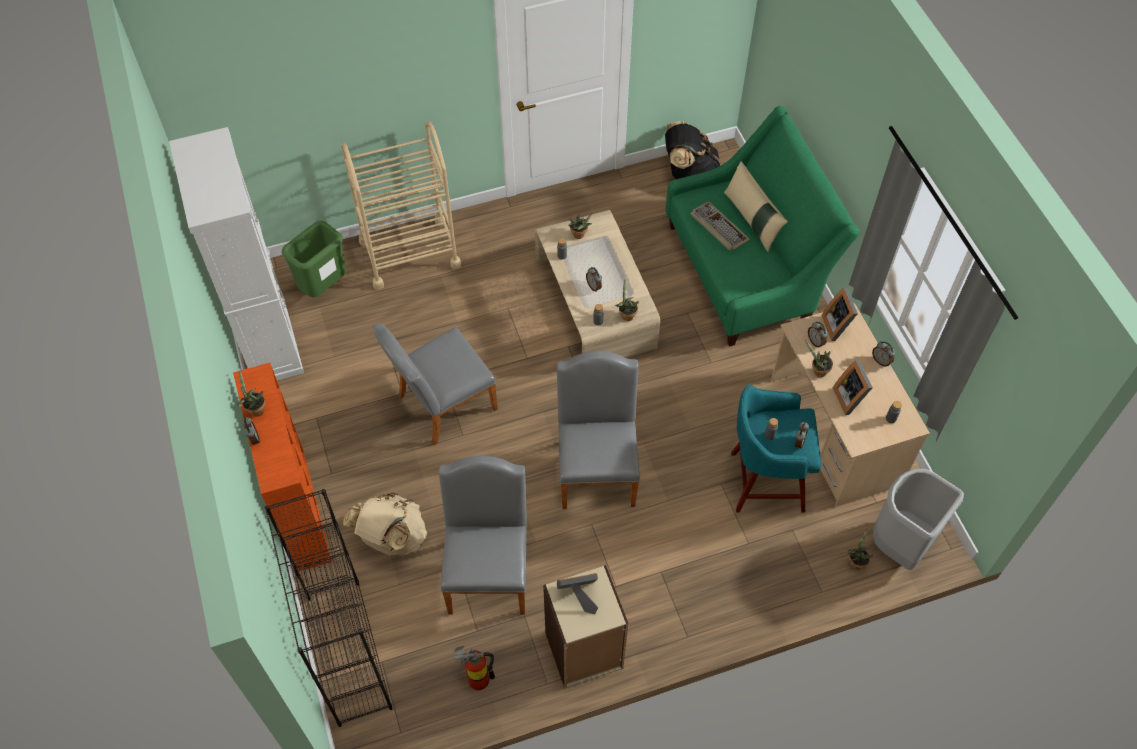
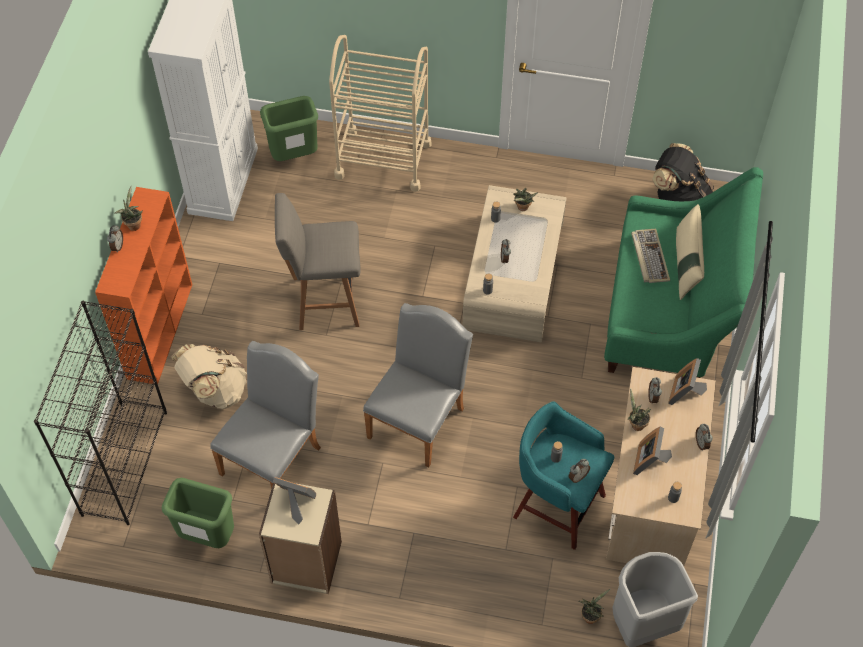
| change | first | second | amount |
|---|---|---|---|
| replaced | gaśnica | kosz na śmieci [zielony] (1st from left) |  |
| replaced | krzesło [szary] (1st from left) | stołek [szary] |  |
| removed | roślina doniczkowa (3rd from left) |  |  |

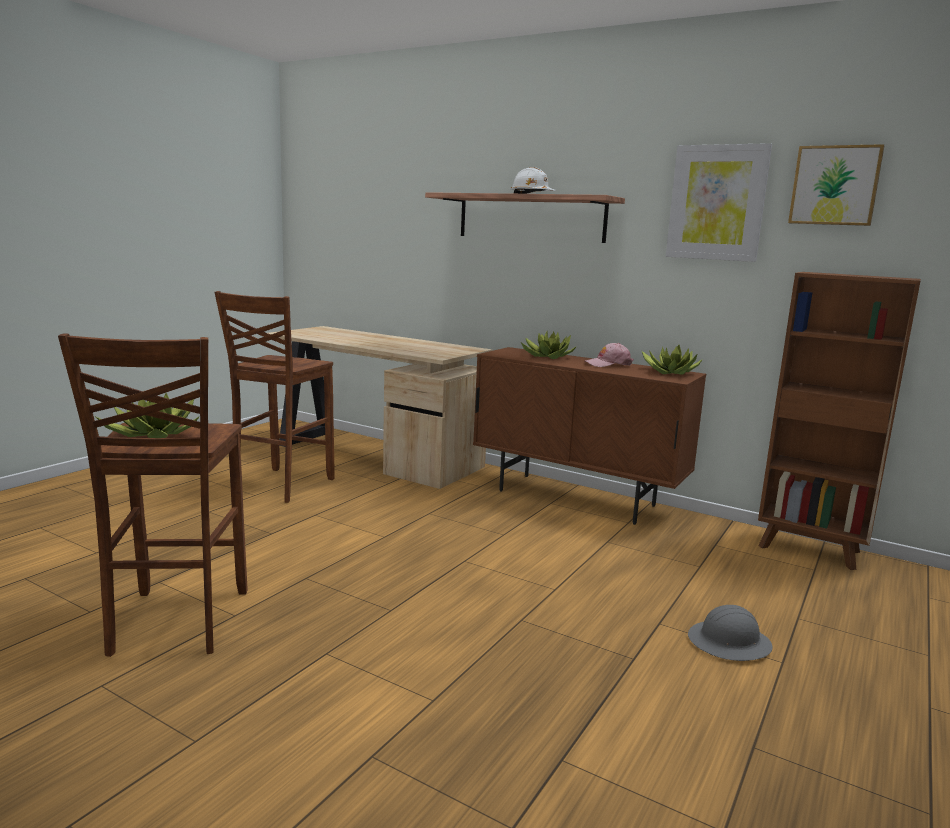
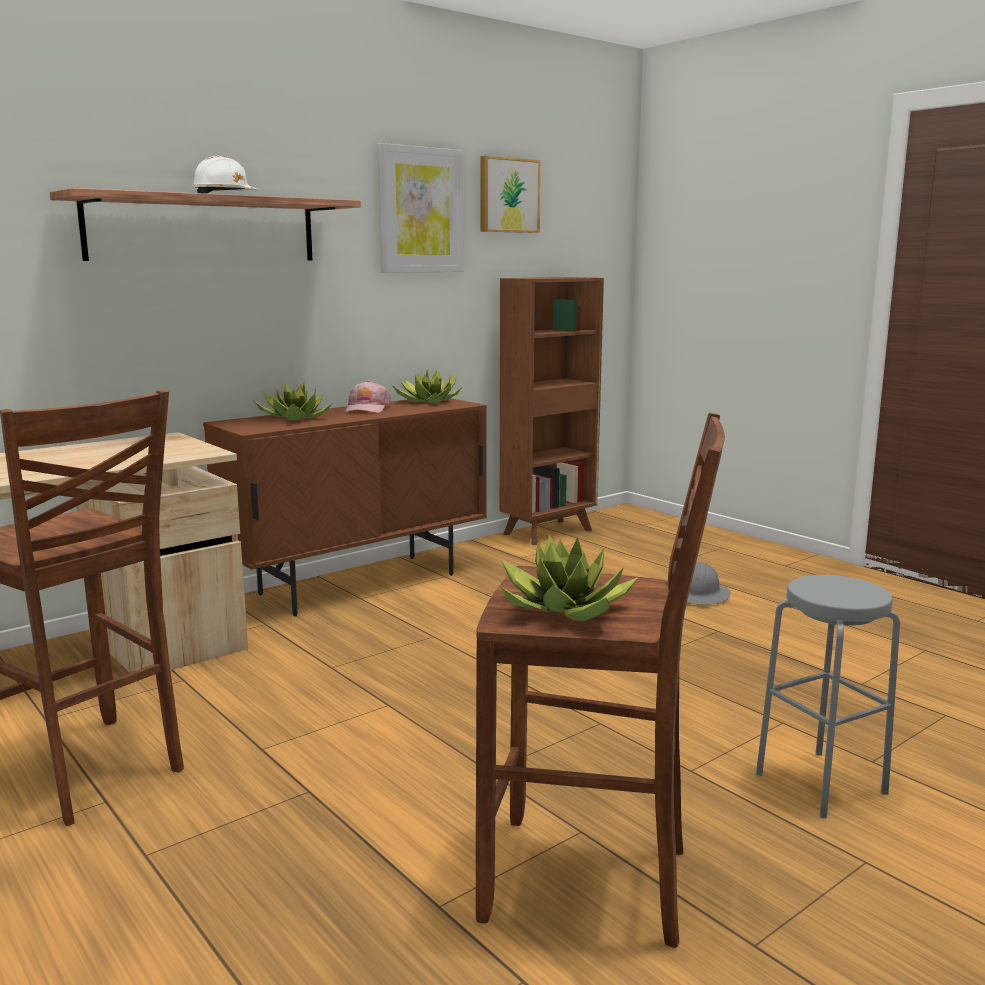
| change | first | second | amount |
|---|---|---|---|
| added |  | stołek [szary] |  |

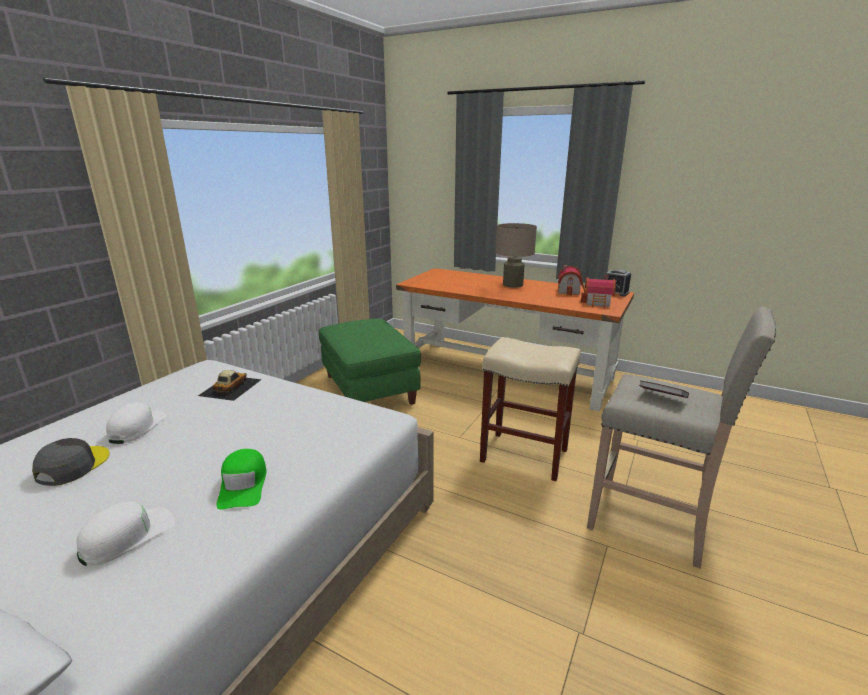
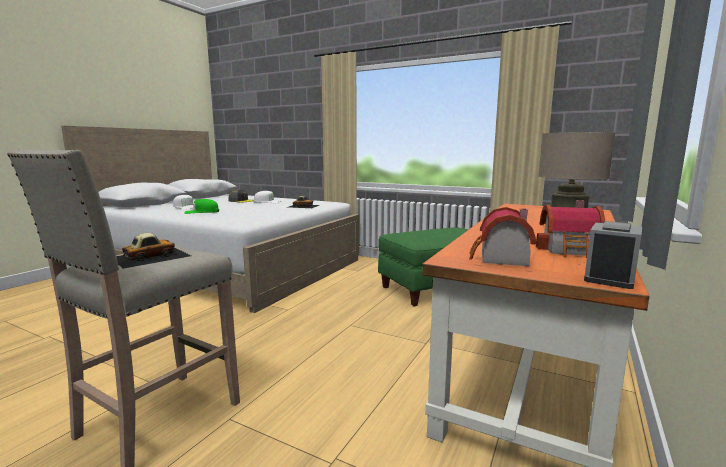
| change | first | second | amount |
|---|---|---|---|
| replaced | książka | samochodzik (1st from left) |  |
| removed | stołek [beżowy] (1st from left) |  |  |

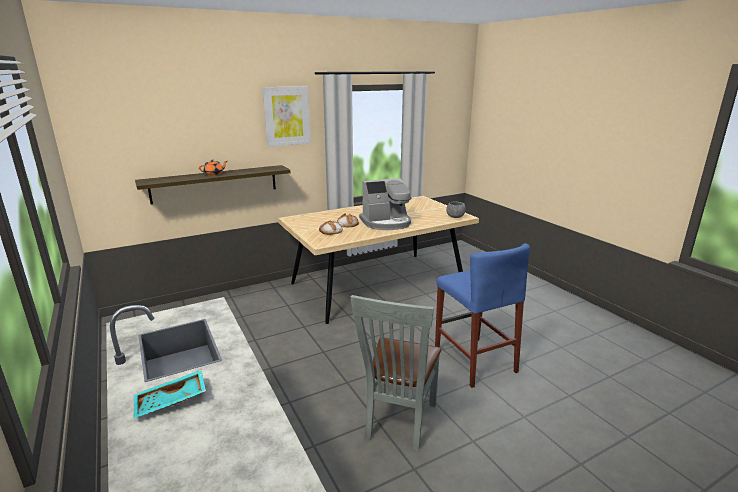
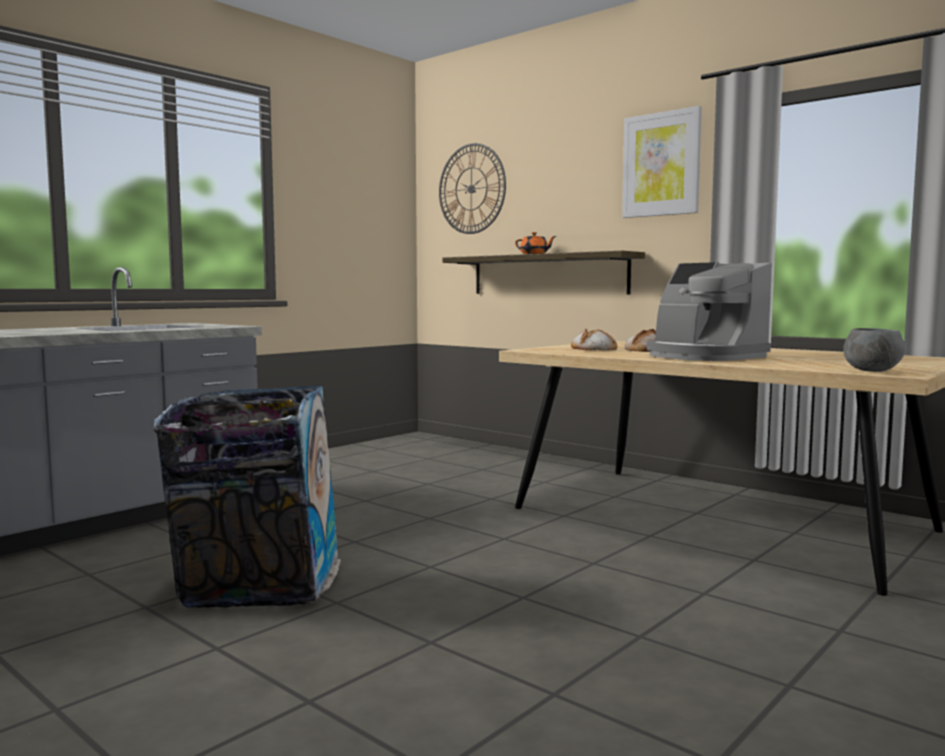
| change | first | second | amount |
|---|---|---|---|
| replaced | krzesło [szary] | kosz na śmieci |  |
| added |  | zegar ścienny |  |
| removed | taca [turkusowy] |  |  |
| removed | stołek [niebieski] |  |  |

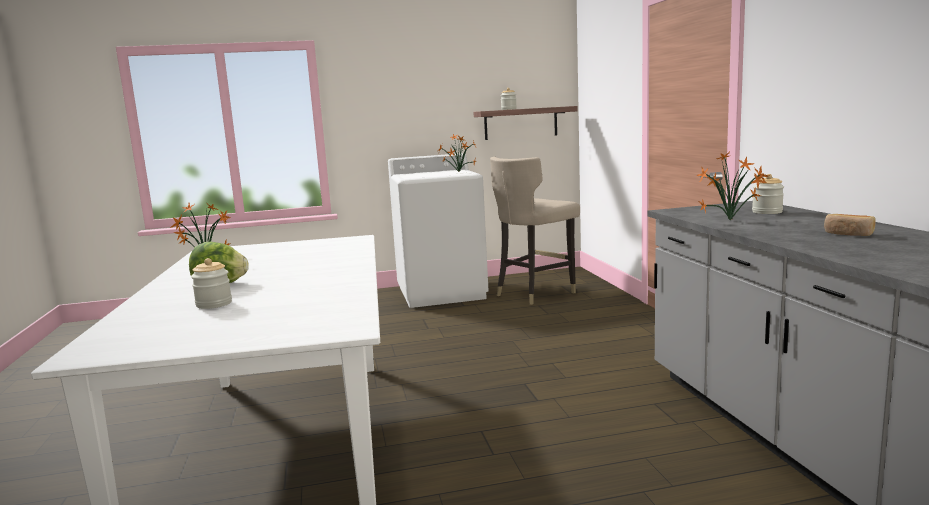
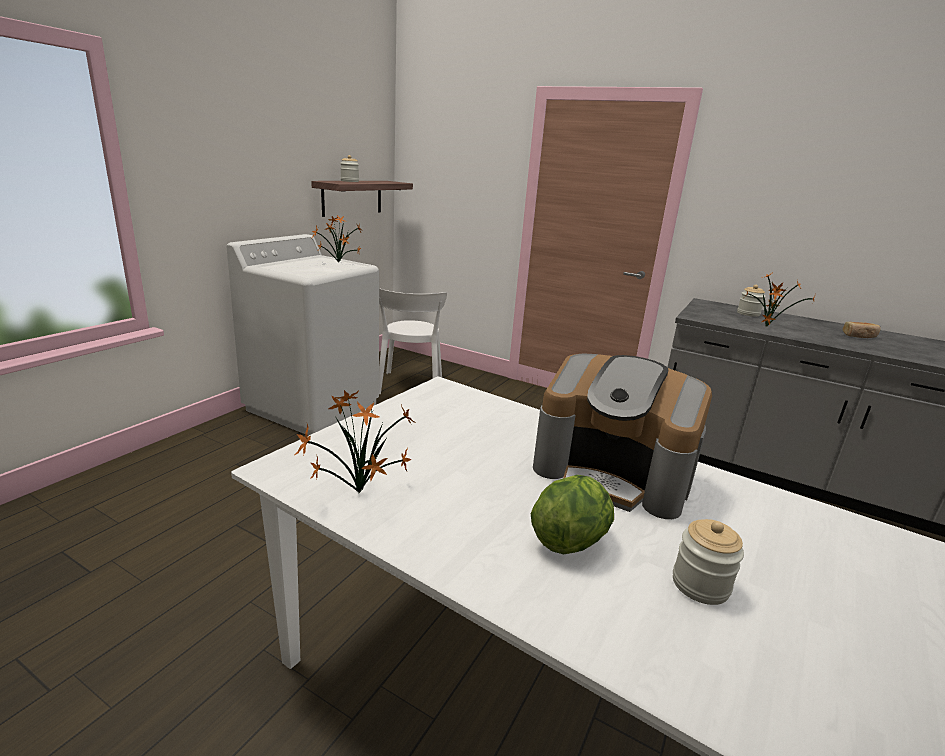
| change | first | second | amount |
|---|---|---|---|
| replaced | stołek [beżowy] | krzesło [biały] |  |
| added |  | ekspres do kawy |  |

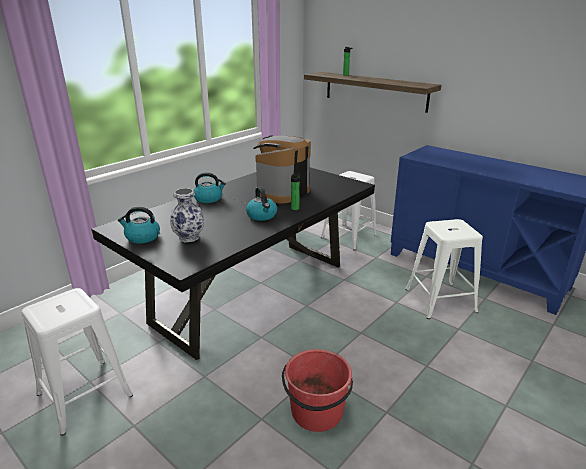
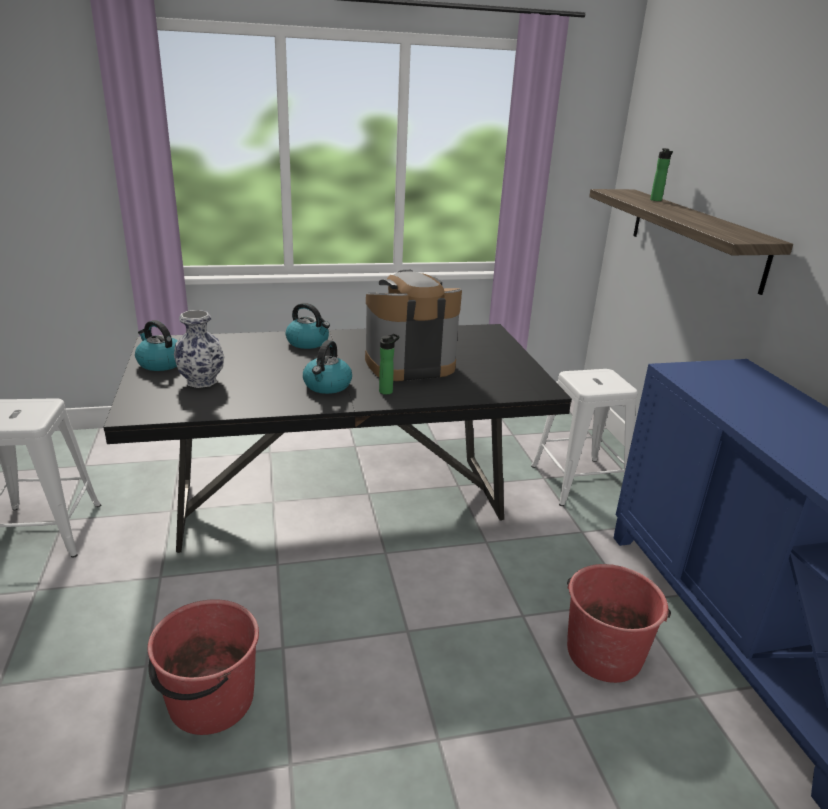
| change | first | second | amount |
|---|---|---|---|
| replaced | stołek [biały] (3rd from left) | wiadro [czerwony] (2nd from left) |  |

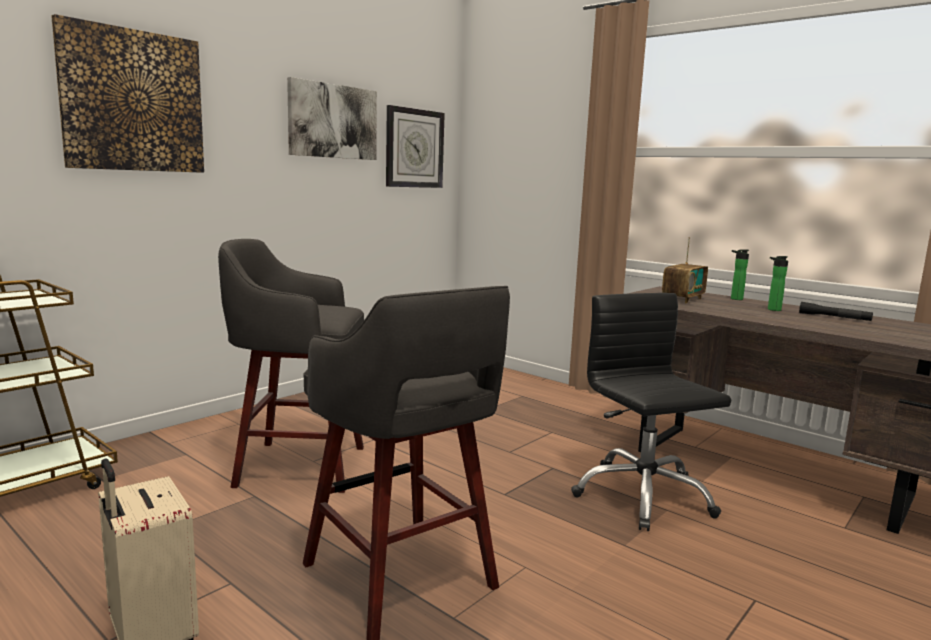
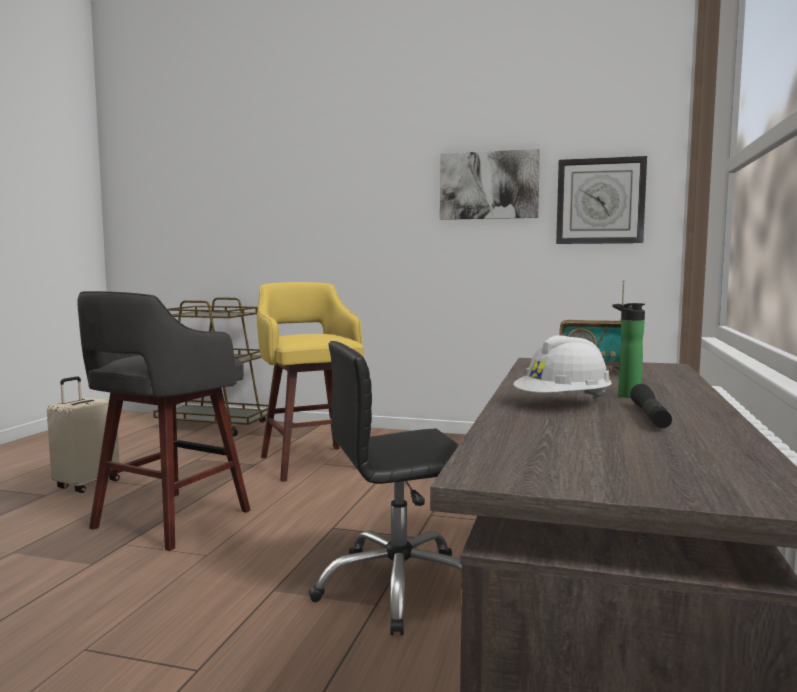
| change | first | second | amount |
|---|---|---|---|
| recoloured | stołek [szary] (1st from left) | stołek [żółty] |  |
| turned | krzesło biurowe [czarny] |  | 150 degrees counterclockwise |
| added |  | kask [biały] |  |
| removed | obraz (1st from left) |  |  |
| removed | butelka (1st from left) |  |  |

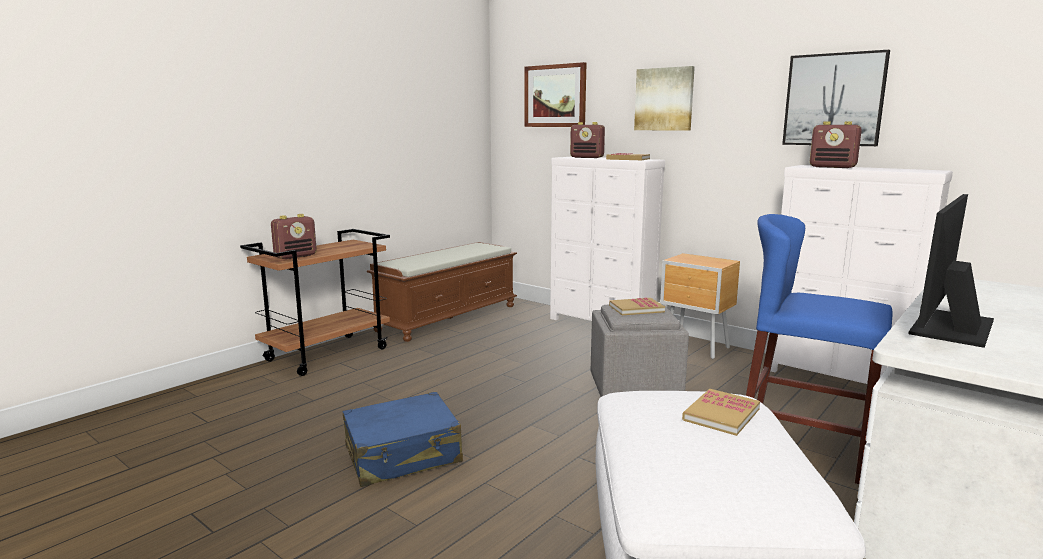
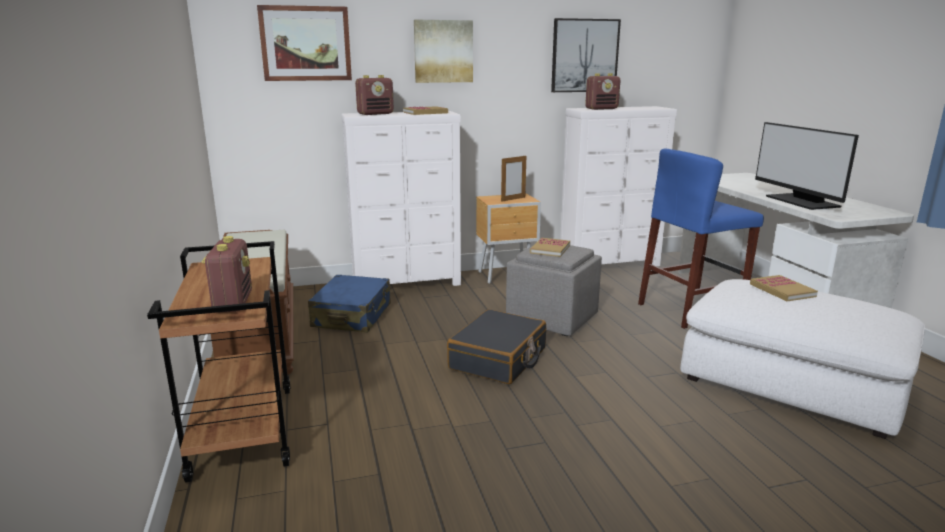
| change | first | second | amount |
|---|---|---|---|
| moved | walizka [niebieski] |  |  |
| added |  | walizka [czarny] |  |
| added |  | ramka na zdjęcie |  |

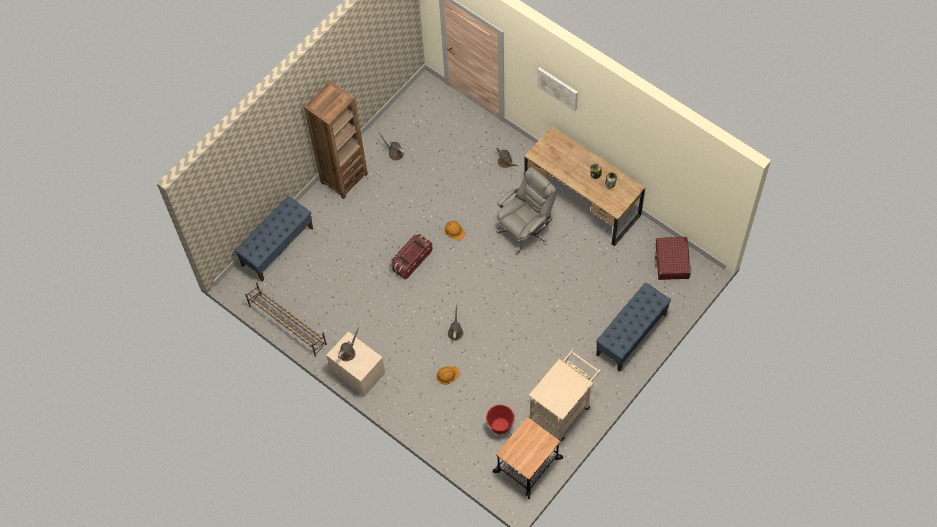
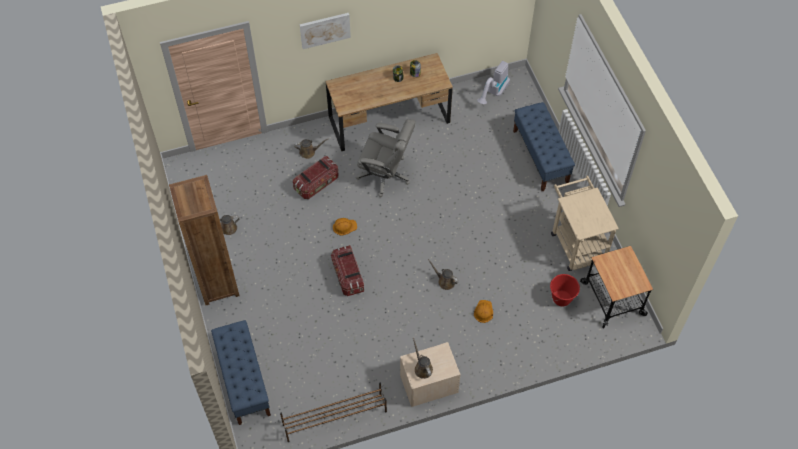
| change | first | second | amount |
|---|---|---|---|
| added |  | pojemnik do przechowywania (1st from left) |  |
| turned | krzesło biurowe [szary] |  | 120 degrees clockwise |
| replaced | walizka [czerwony] | odkurzacz |  |

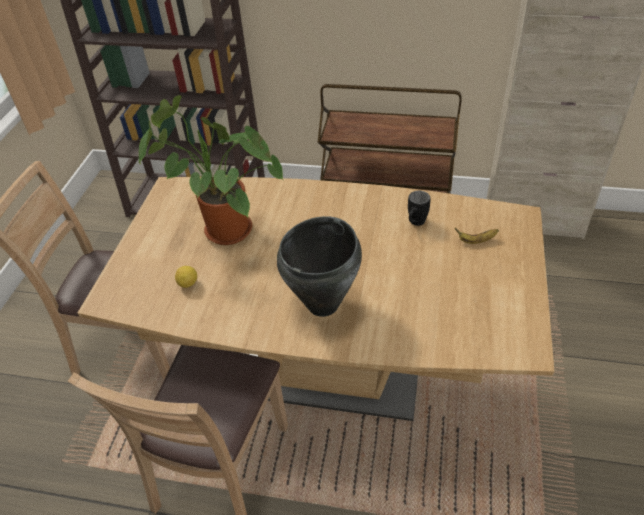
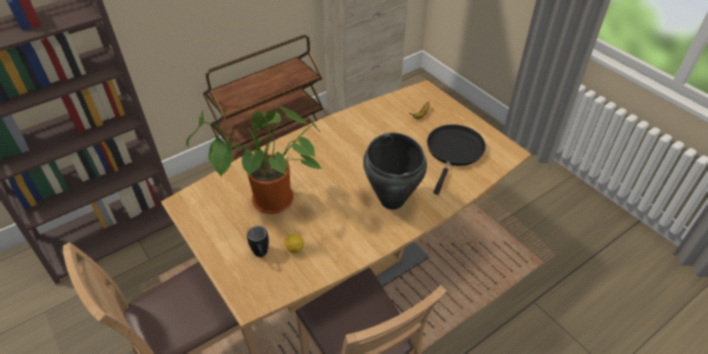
| change | first | second | amount |
|---|---|---|---|
| moved | kubek [czarny] |  |  |
| added |  | patelnia [czarny] |  |

